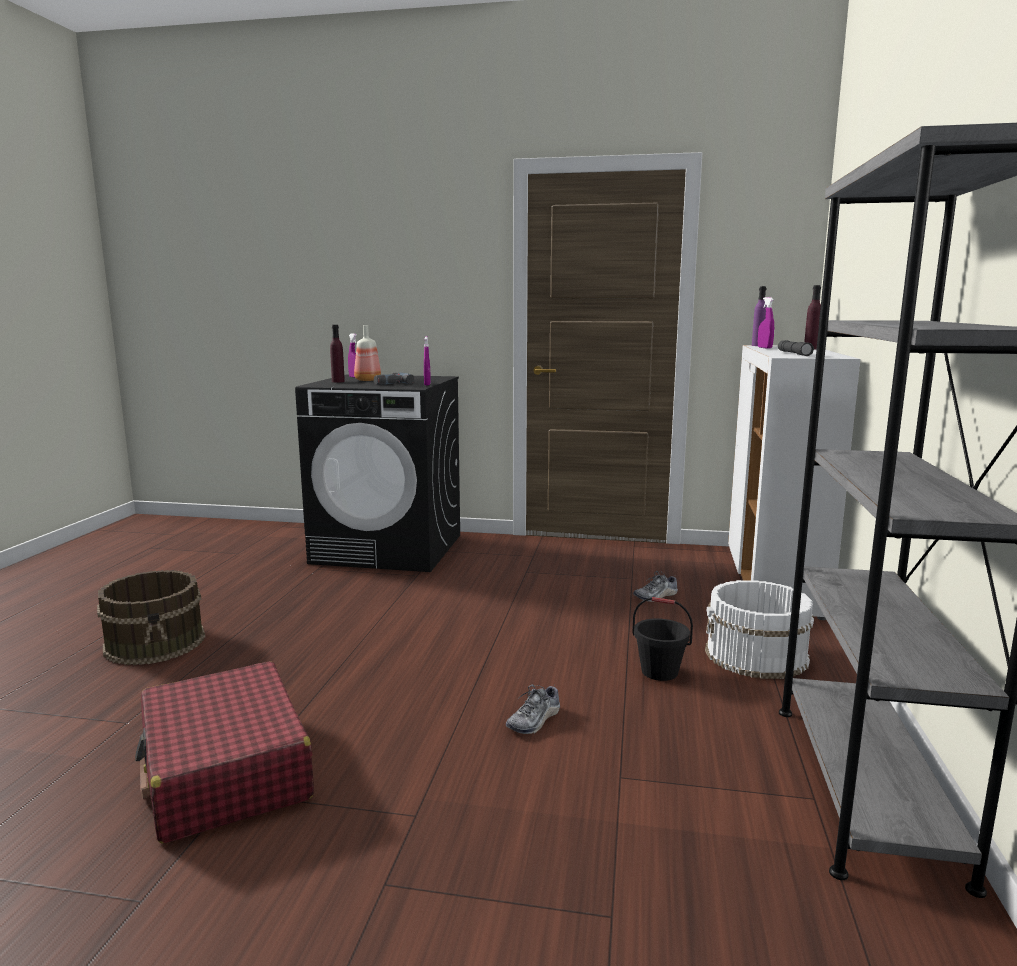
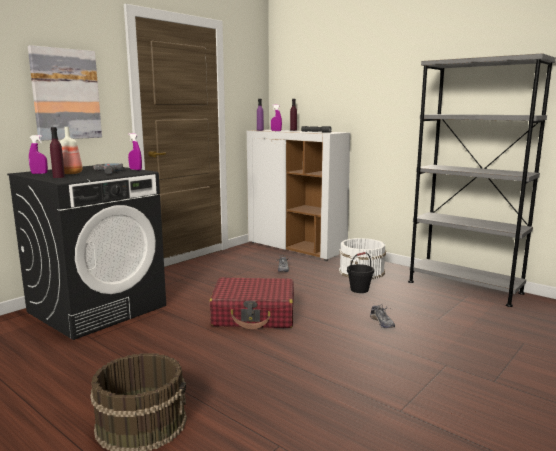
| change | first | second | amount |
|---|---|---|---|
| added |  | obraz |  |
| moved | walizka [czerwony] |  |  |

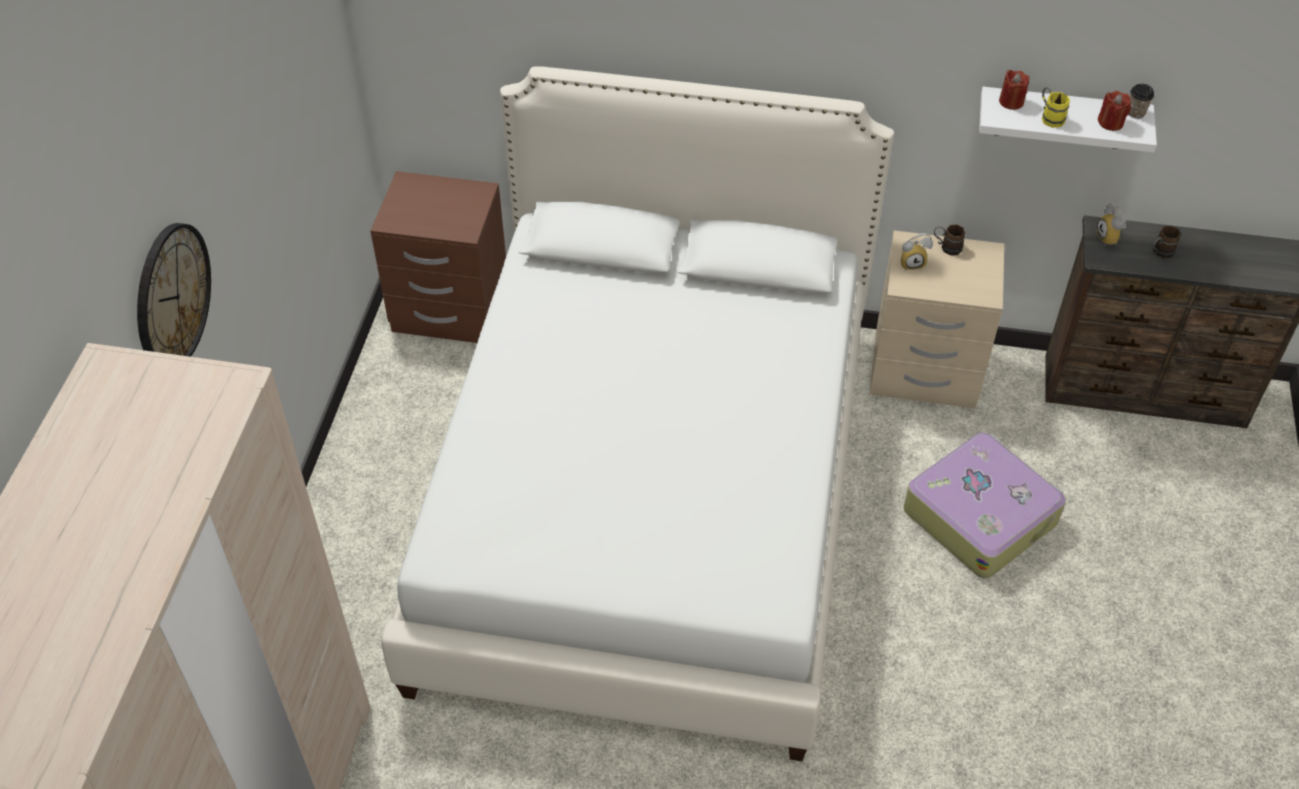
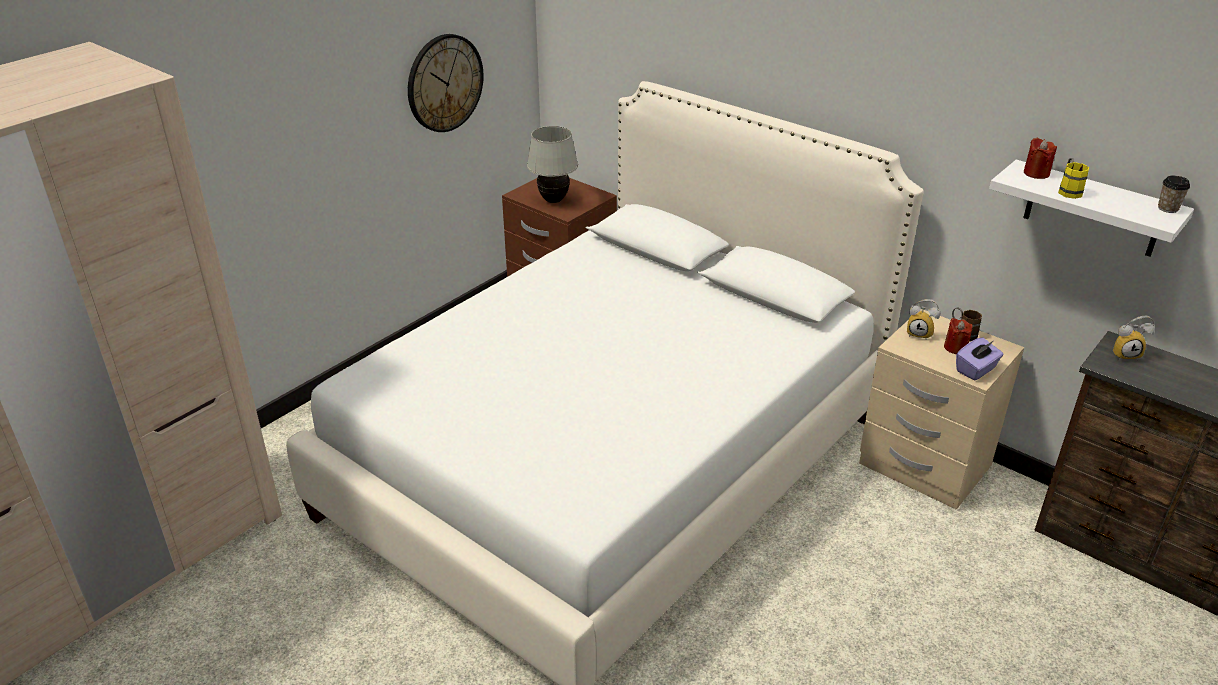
| change | first | second | amount |
|---|---|---|---|
| moved | zegar ścienny |  |  |
| added |  | lampa stołowa [biały] |  |
| moved | świeca [czerwony] (2nd from left in the first image) | świeca [czerwony] (1st from left) |  |
| added |  | pudełko chusteczek [fioletowy] |  |
| turned | budzik (2nd from left) |  | 105 degrees counterclockwise |
| removed | walizka |  |  |
| removed | kubek [brązowy] (2nd from left) |  |  |

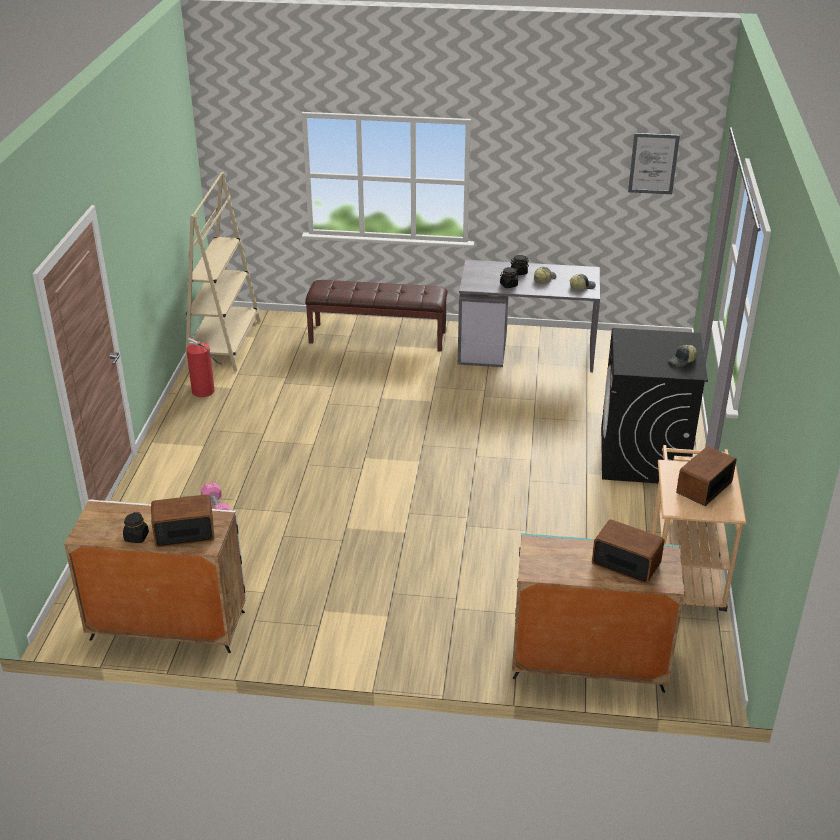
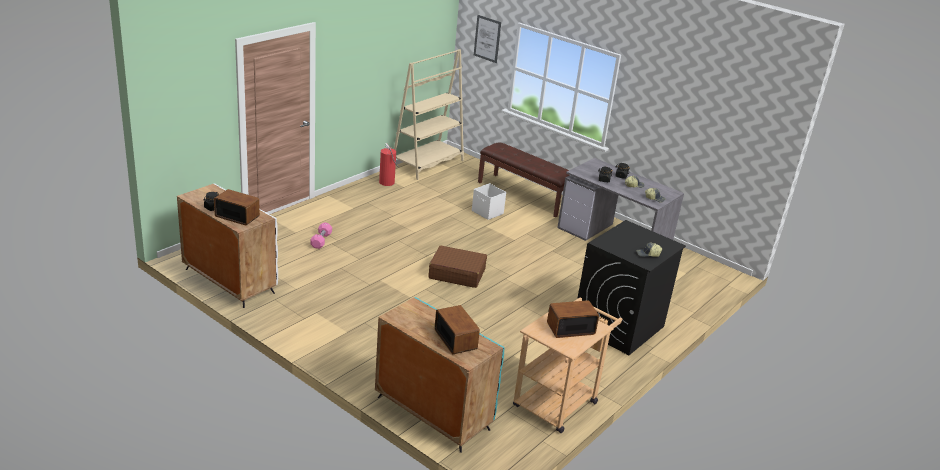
| change | first | second | amount |
|---|---|---|---|
| added |  | walizka [brązowy] |  |
| added |  | pojemnik do przechowywania [biały] |  |
| moved | obraz |  |  |

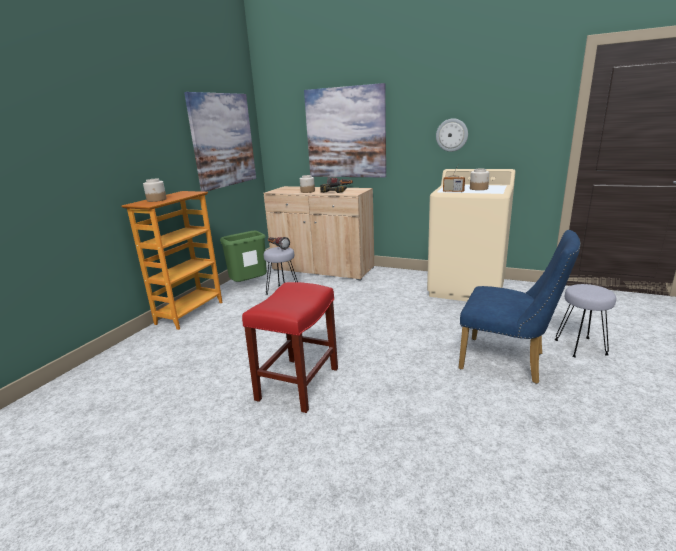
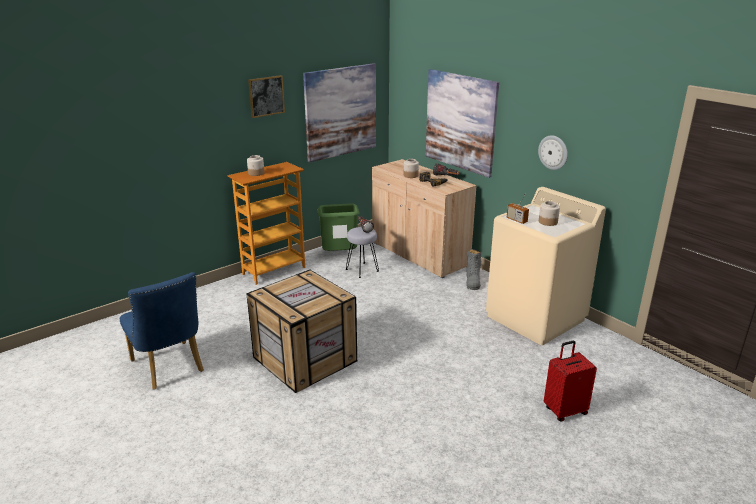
| change | first | second | amount |
|---|---|---|---|
| moved | krzesło [niebieski] |  |  |
| replaced | stołek [czerwony] | skrzynka |  |
| added |  | obraz (1st from left) |  |
| added |  | but z cholewką [szary] |  |
| replaced | stołek [szary] (2nd from left) | walizka [czerwony] |  |

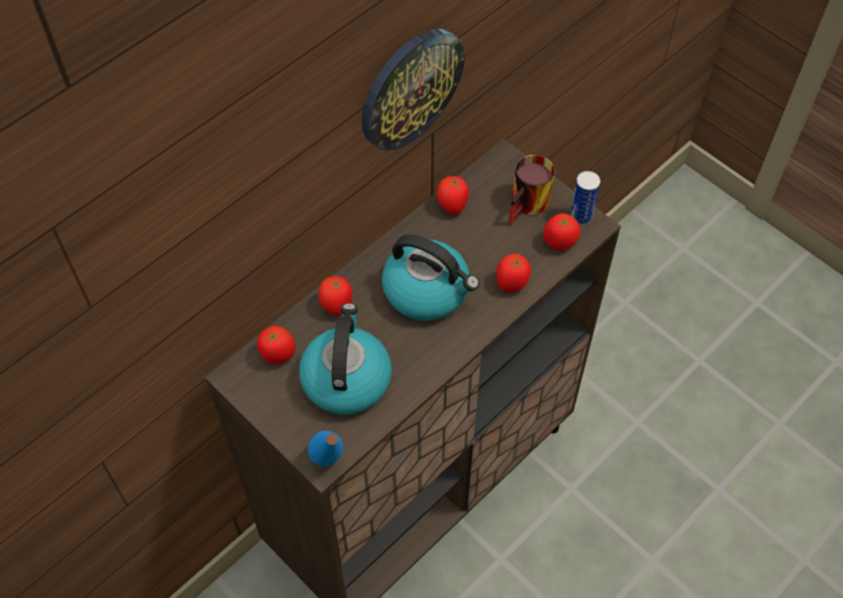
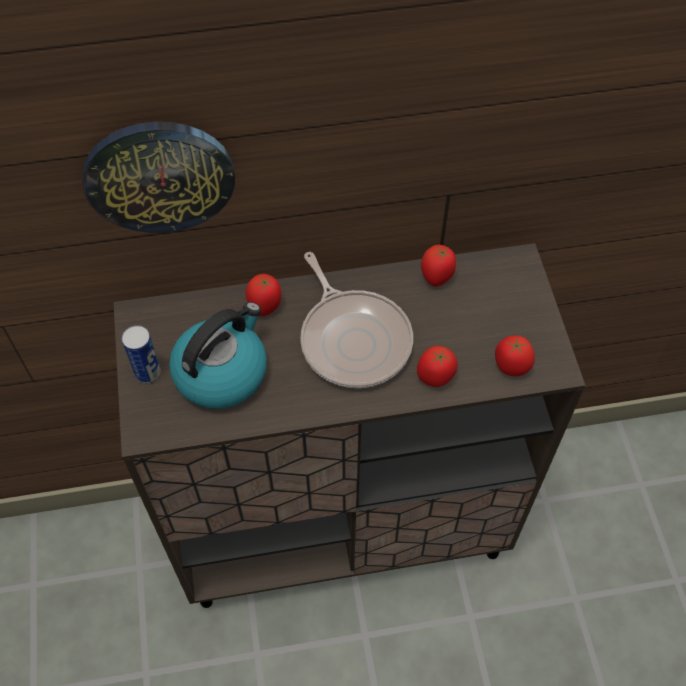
| change | first | second | amount |
|---|---|---|---|
| moved | zegar ścienny |  |  |
| moved | puszka |  |  |
| replaced | czajnik (2nd from left) | patelnia |  |
| removed | pomidor (1st from left) |  |  |
| removed | butelka [niebieski] |  |  |
| removed | kubek |  |  |

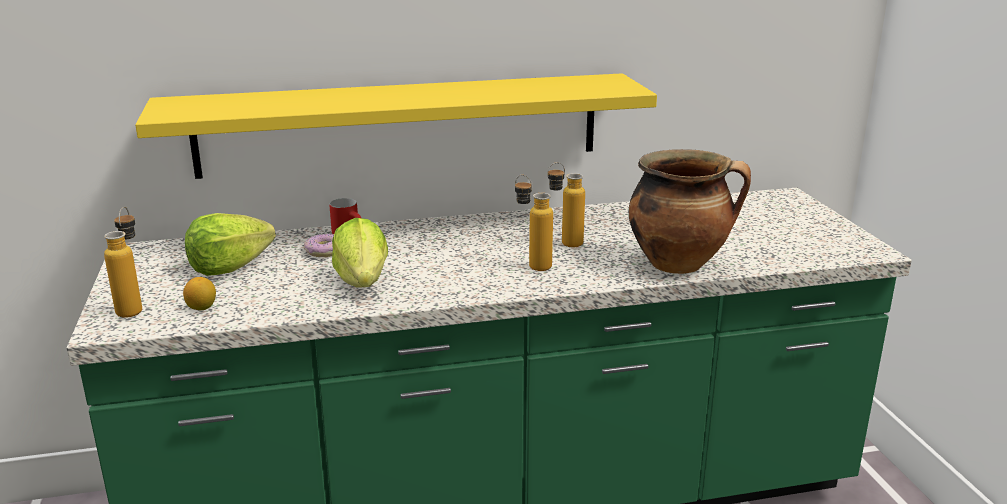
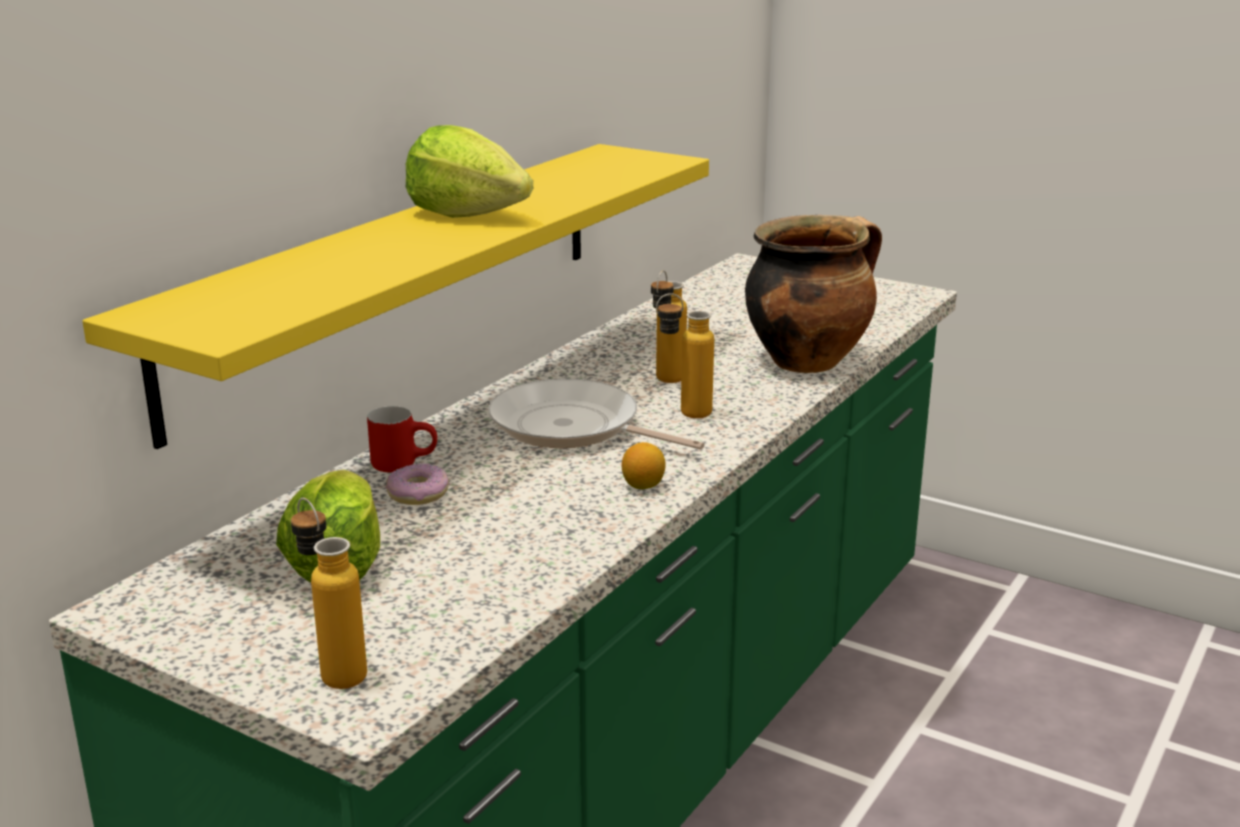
| change | first | second | amount |
|---|---|---|---|
| moved | sałata (2nd from left) |  |  |
| added |  | patelnia |  |
| moved | cytryna |  |  |

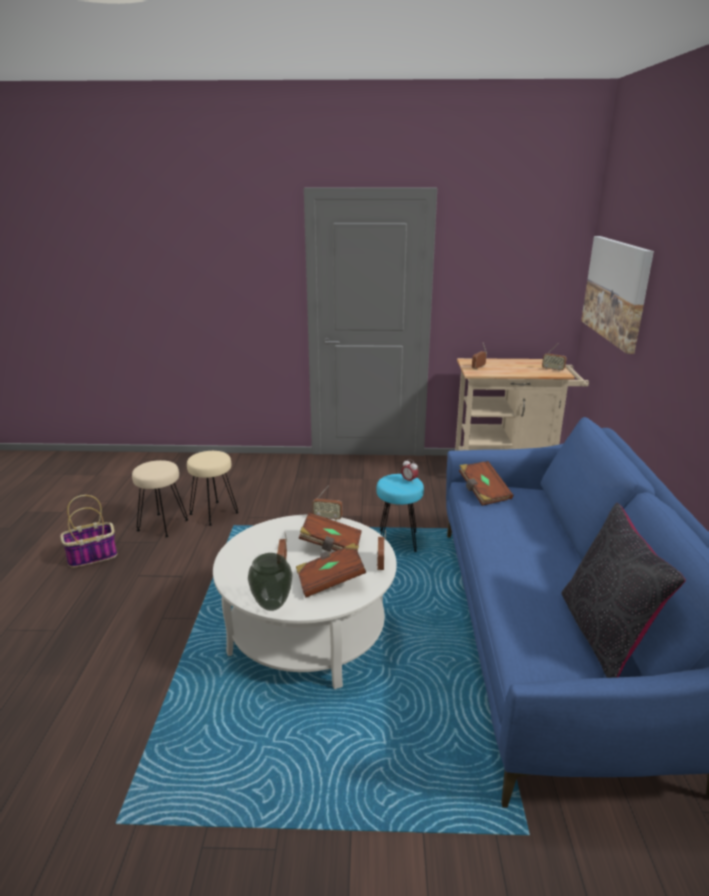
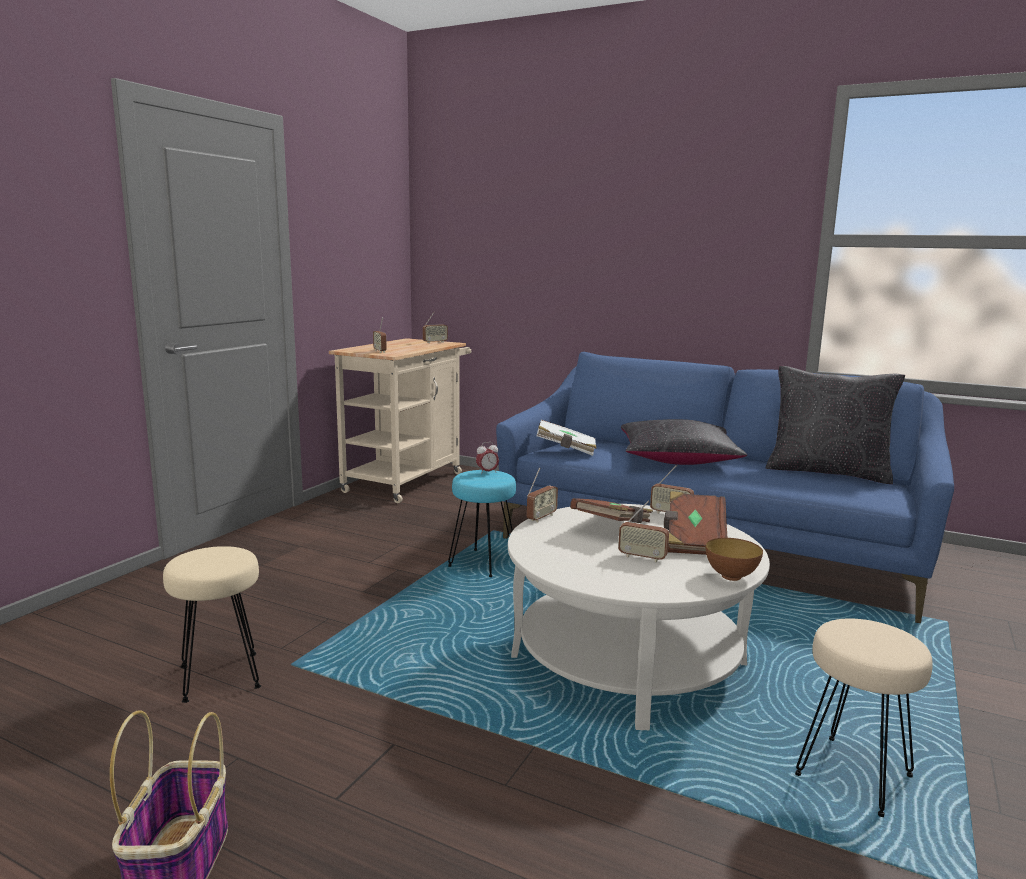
| change | first | second | amount |
|---|---|---|---|
| recoloured | książka [brązowy] (3rd from left) | książka [biały] |  |
| added |  | poduszka [czarny] (1st from left) |  |
| replaced | wazon | miska |  |
| moved | stołek [beżowy] (1st from left in the first image) | stołek [beżowy] (2nd from left) |  |
| removed | obraz |  |  |

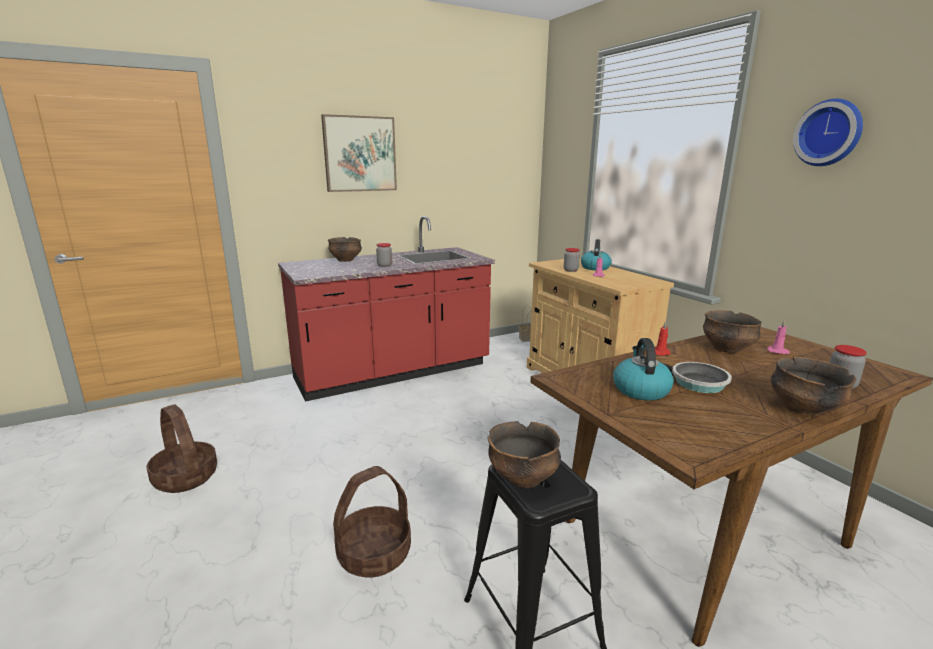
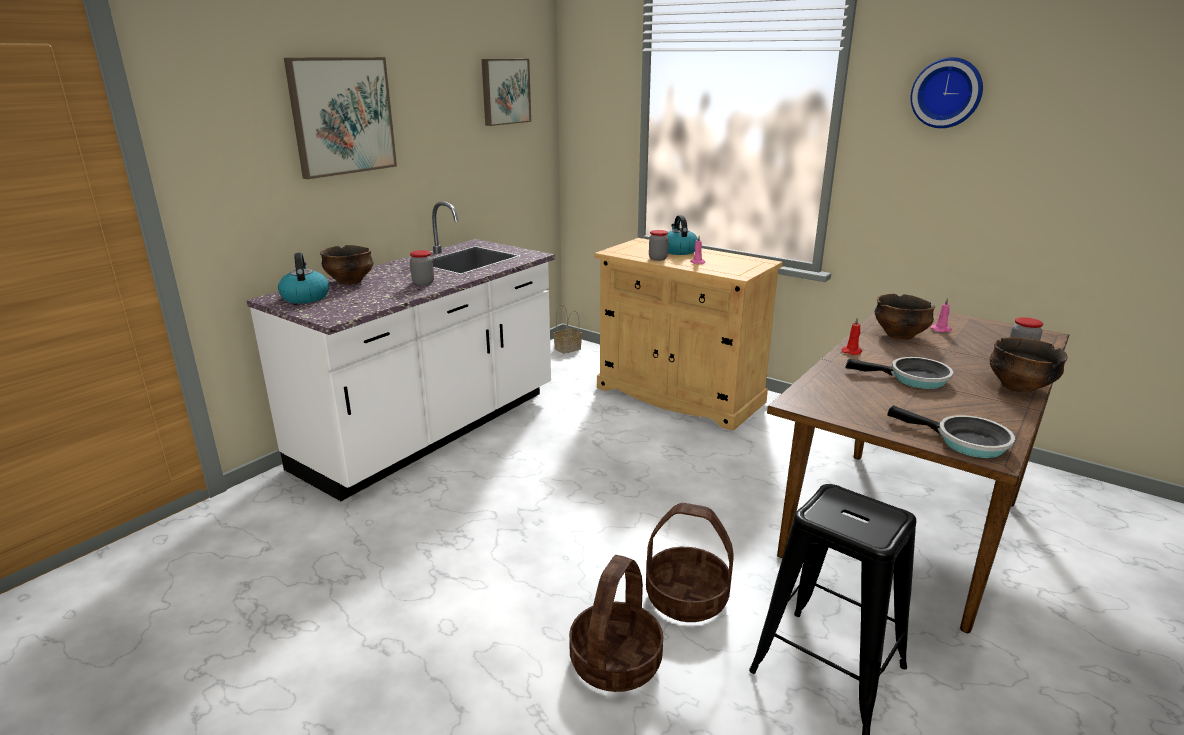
| change | first | second | amount |
|---|---|---|---|
| recoloured | zabudowa kuchenna [czerwony] | zabudowa kuchenna [biały] |  |
| moved | czajnik (2nd from left in the first image) | czajnik (1st from left) |  |
| added |  | obraz (2nd from left) |  |
| moved | koszyk (1st from left in the first image) | koszyk (3rd from left) |  |
| added |  | patelnia (2nd from left) |  |
| removed | miska (2nd from left) |  |  |

